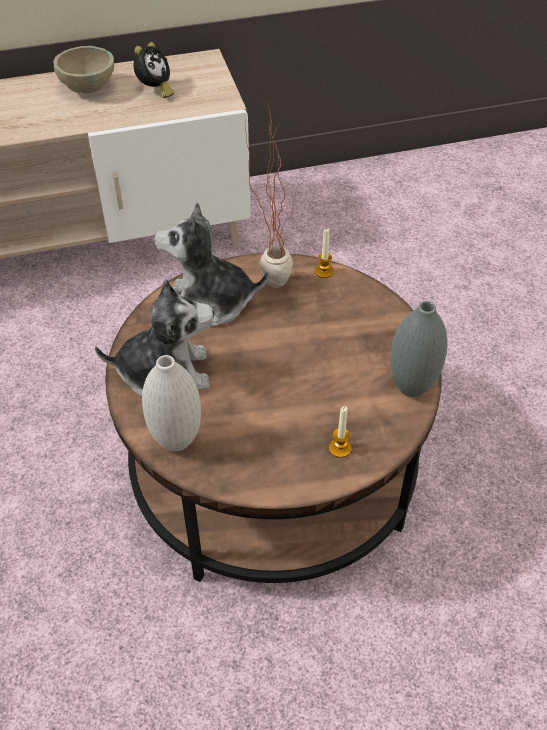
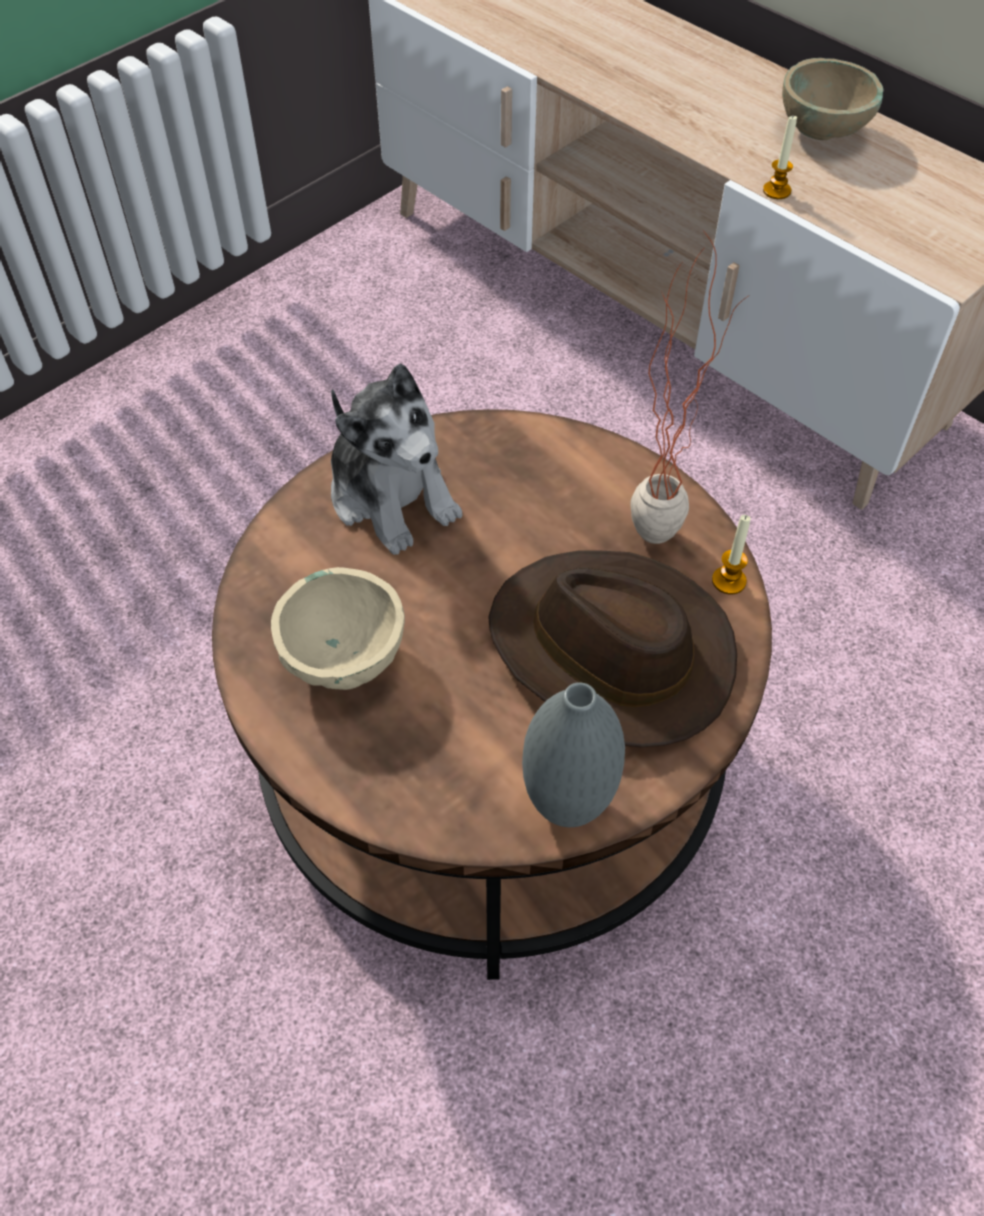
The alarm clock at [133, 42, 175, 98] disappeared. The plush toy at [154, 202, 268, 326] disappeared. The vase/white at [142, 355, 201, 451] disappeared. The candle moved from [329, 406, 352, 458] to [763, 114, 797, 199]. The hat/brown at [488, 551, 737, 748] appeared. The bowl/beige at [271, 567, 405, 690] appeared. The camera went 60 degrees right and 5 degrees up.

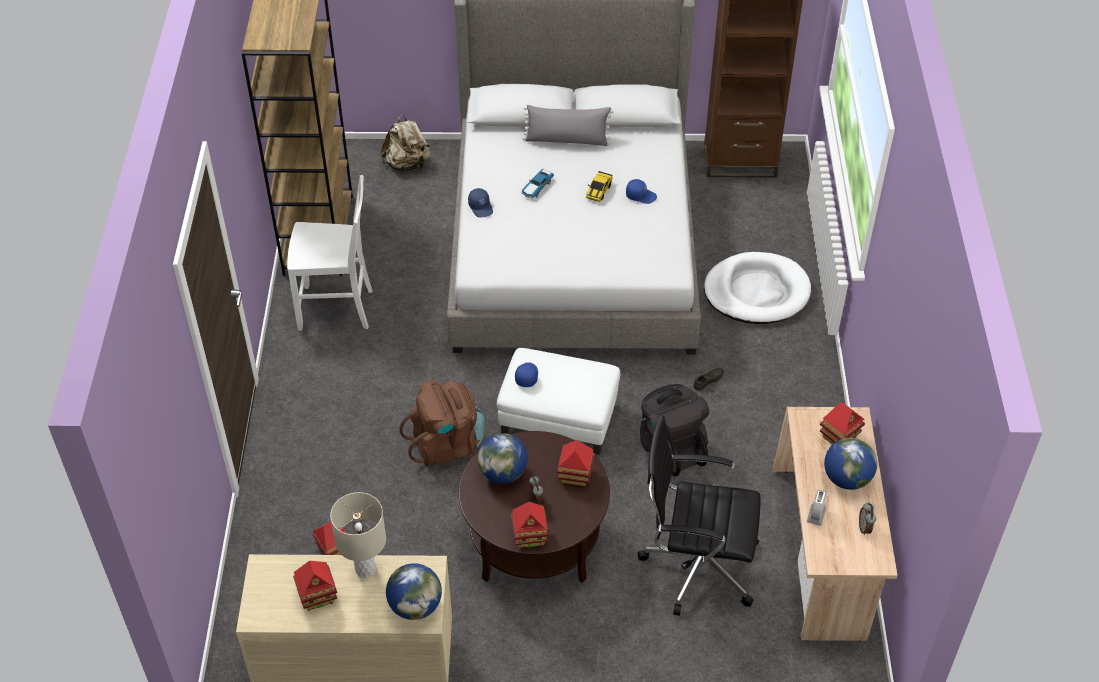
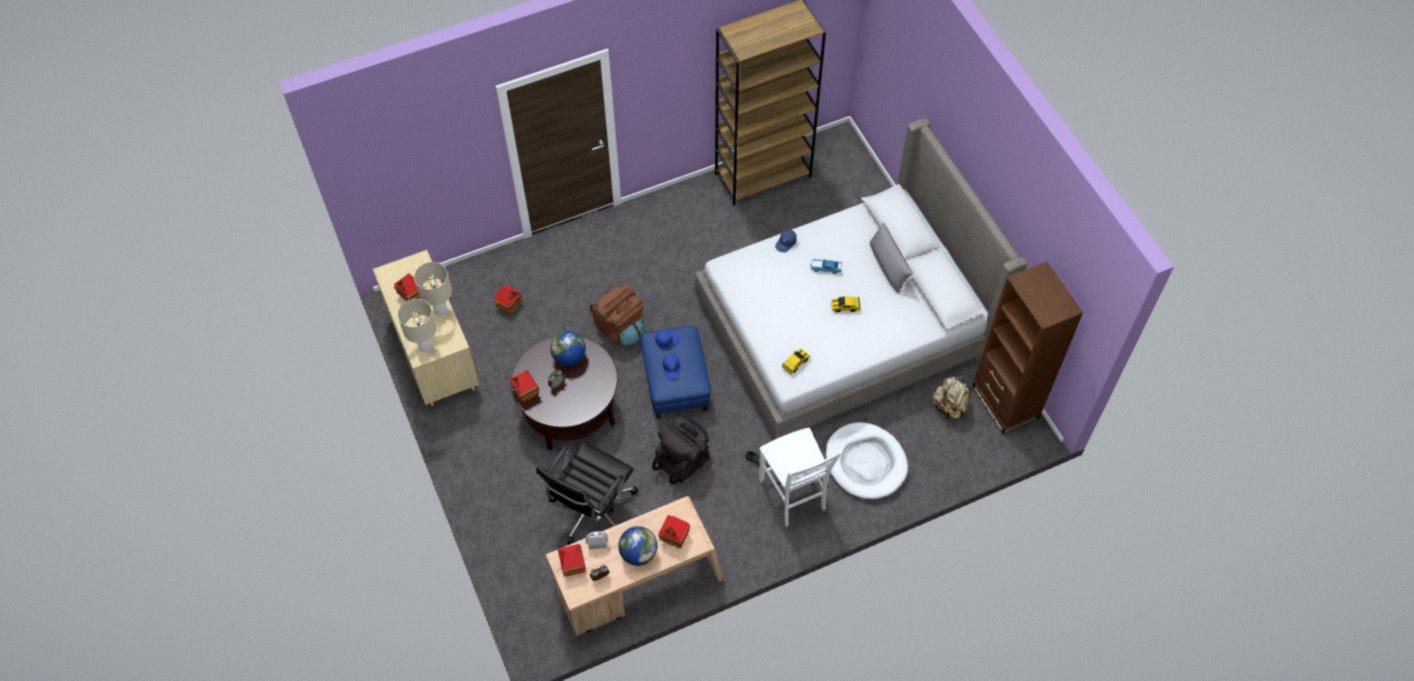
The backpack/beige moved from [381, 115, 431, 171] to [932, 377, 970, 419]. The chair/white moved from [287, 175, 373, 331] to [759, 428, 842, 526]. The cap/blue moved from [626, 179, 657, 204] to [663, 354, 680, 379]. The ottoman/white at [497, 348, 620, 455] became the ottoman/blue at [641, 326, 711, 419]. The office chair/black at [637, 415, 761, 615] turned 135 degrees counterclockwise. The toy house moved from [557, 440, 595, 486] to [558, 544, 586, 577]. The globe at [386, 563, 442, 620] was replaced by the table lamp/beige at [397, 299, 436, 353]. The toy car at [782, 349, 810, 375] appeared. The camera went 65 degrees right and 10 degrees up.

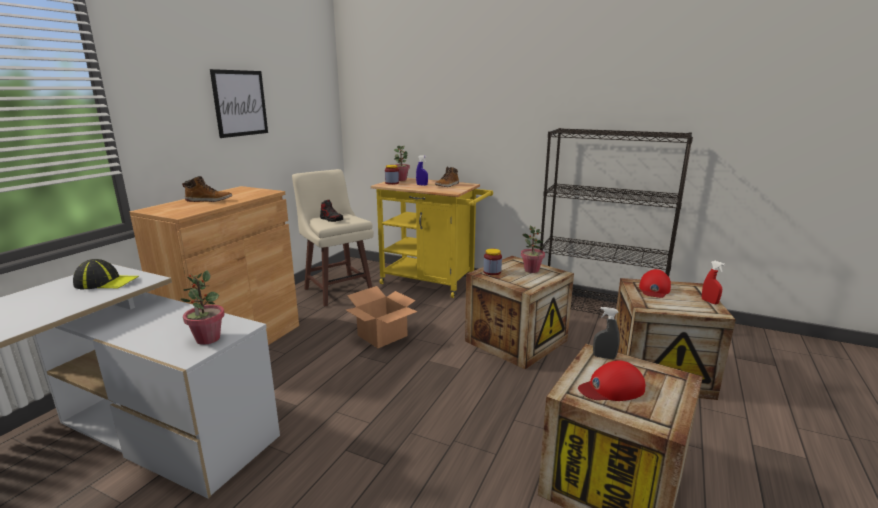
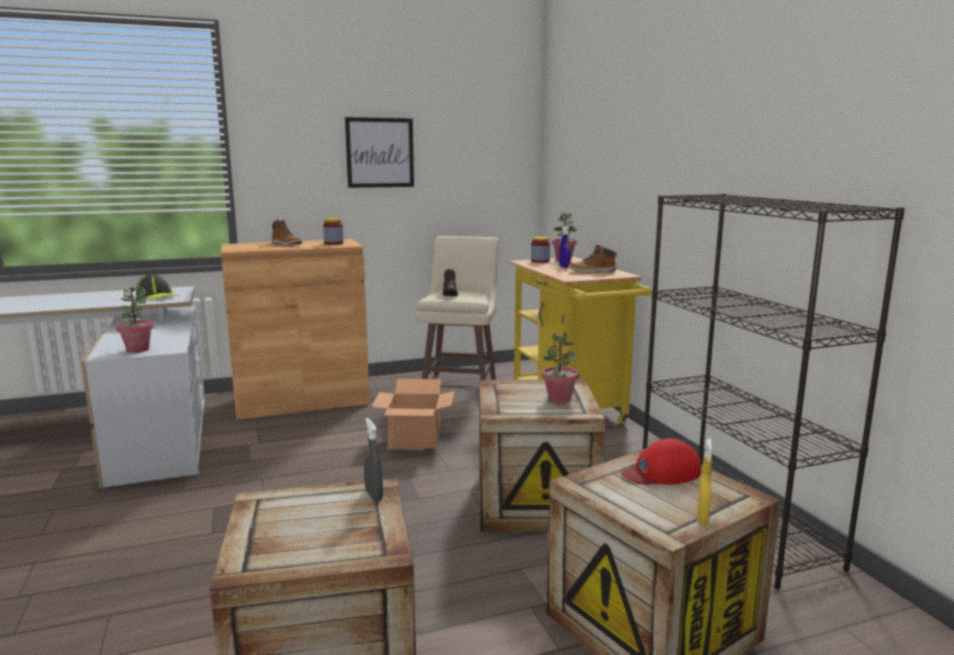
The jar moved from [484, 249, 502, 275] to [323, 218, 344, 245]. The spray bottle/red at [702, 261, 725, 304] became the spray bottle/yellow at [697, 438, 712, 525]. The cap/red at [578, 360, 645, 401] disappeared. The camera went 45 degrees right and 5 degrees down.

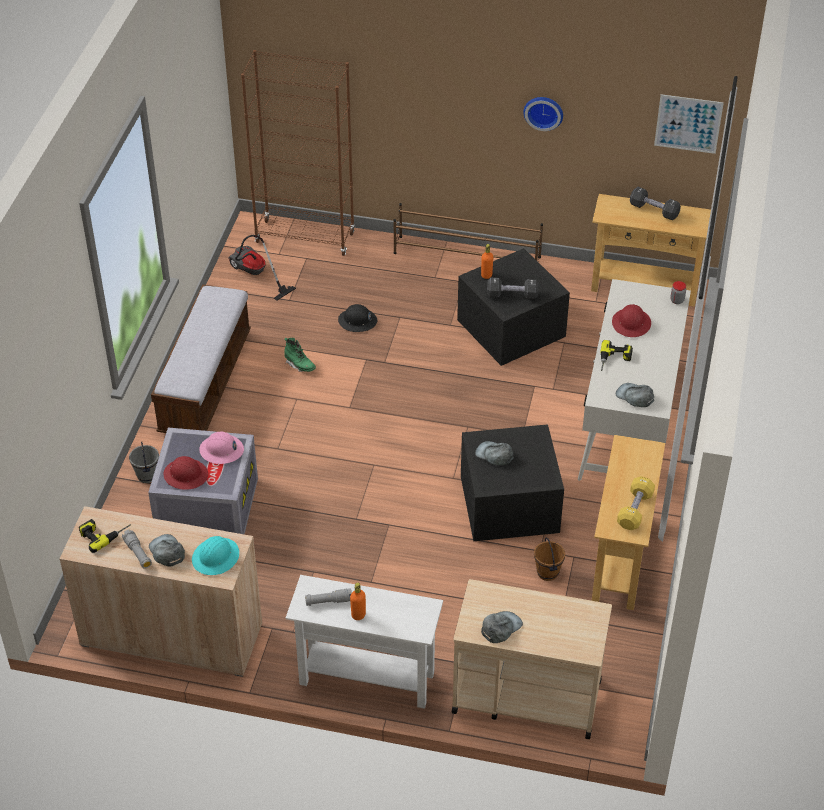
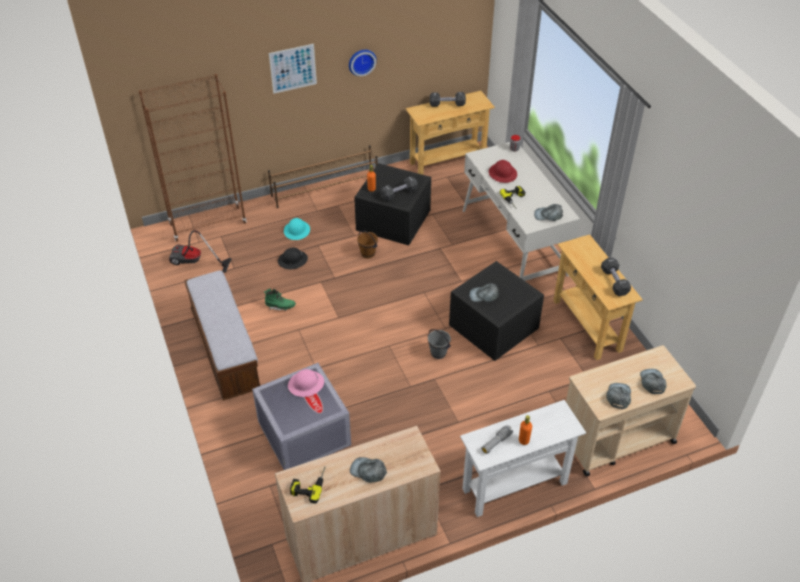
The picture moved from [654, 94, 724, 154] to [269, 44, 317, 94]. The bucket/grey moved from [129, 441, 159, 483] to [428, 329, 451, 359]. The hard hat/red at [164, 456, 208, 490] disappeared. The dumbbell/yellow at [617, 476, 655, 530] became the dumbbell/black at [601, 257, 631, 296]. The flashlight/grey at [122, 529, 152, 568] disappeared. The hard hat/turquoise moved from [192, 536, 239, 575] to [284, 218, 310, 240]. The bucket/brown moved from [534, 537, 565, 581] to [357, 230, 378, 259]. The cap/grey at [640, 369, 667, 394] appeared. The camera went 35 degrees left and 0 degrees up.

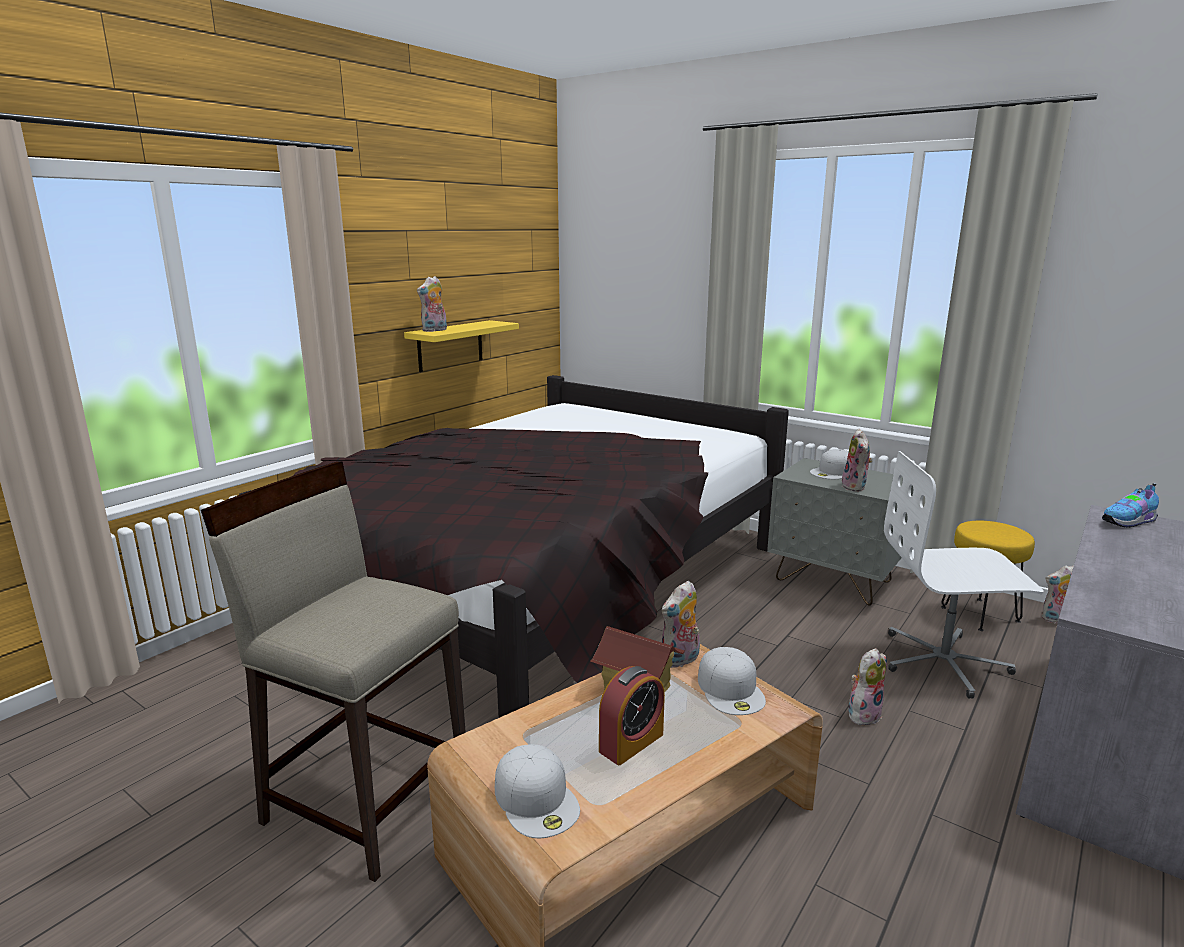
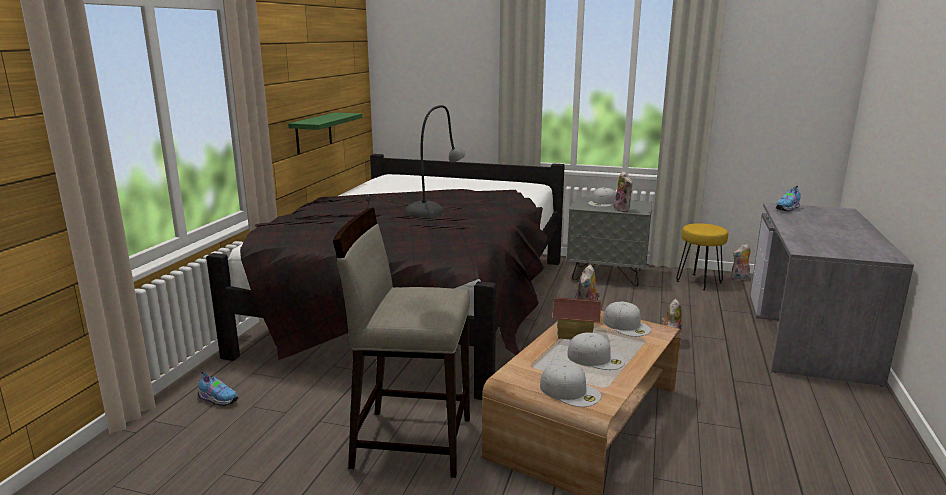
The plush toy at [417, 276, 447, 332] disappeared. The shelf/yellow at [404, 320, 519, 372] became the shelf/green at [288, 112, 362, 155]. The office chair/white at [884, 451, 1044, 699] disappeared. The alarm clock at [599, 666, 665, 765] was replaced by the cap/white at [567, 333, 625, 370]. The table lamp/grey at [366, 105, 466, 218] appeared. The shoe at [198, 371, 238, 406] appeared. The camera went 20 degrees left and 0 degrees up.

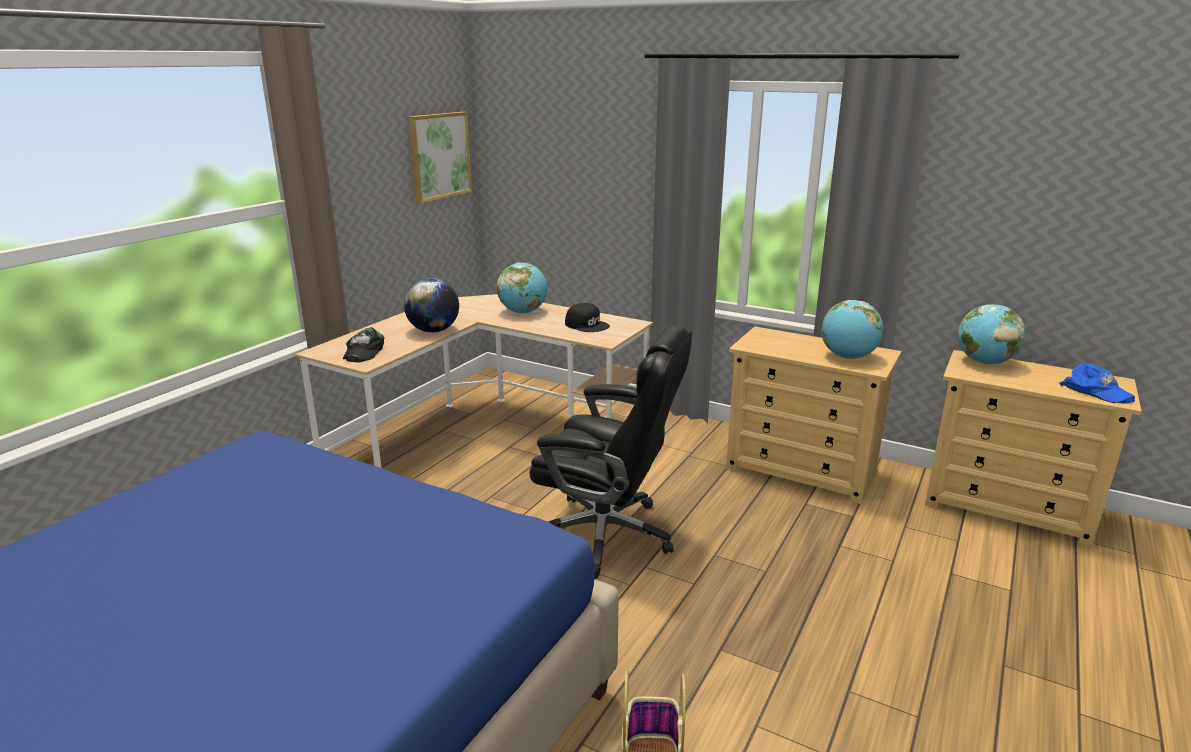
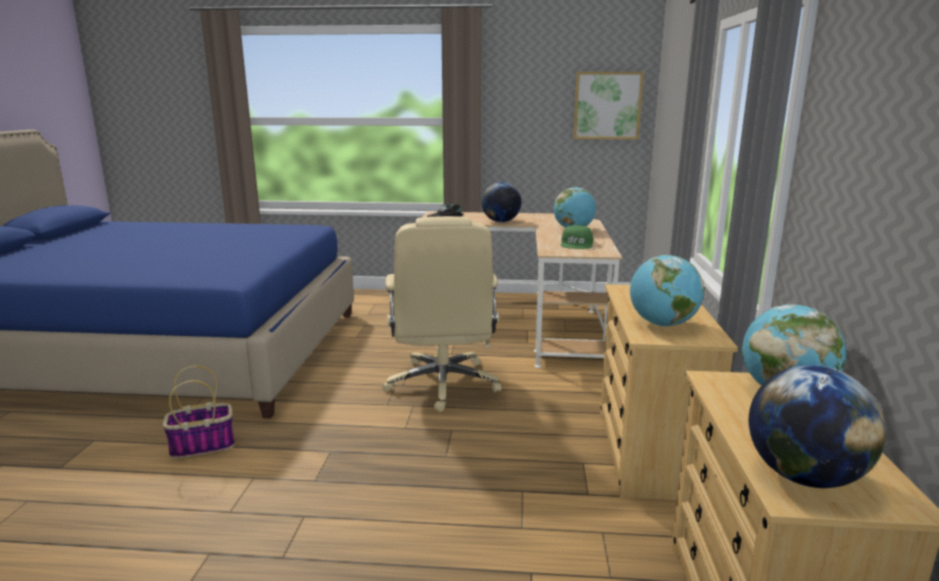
The cap/black at [565, 303, 610, 332] became the cap/green at [561, 225, 593, 249]. The office chair/black at [529, 325, 692, 579] became the office chair/beige at [382, 216, 502, 412]. The cap/blue at [1060, 363, 1135, 404] was replaced by the globe at [749, 365, 886, 488]. The camera went 65 degrees right and 5 degrees down.

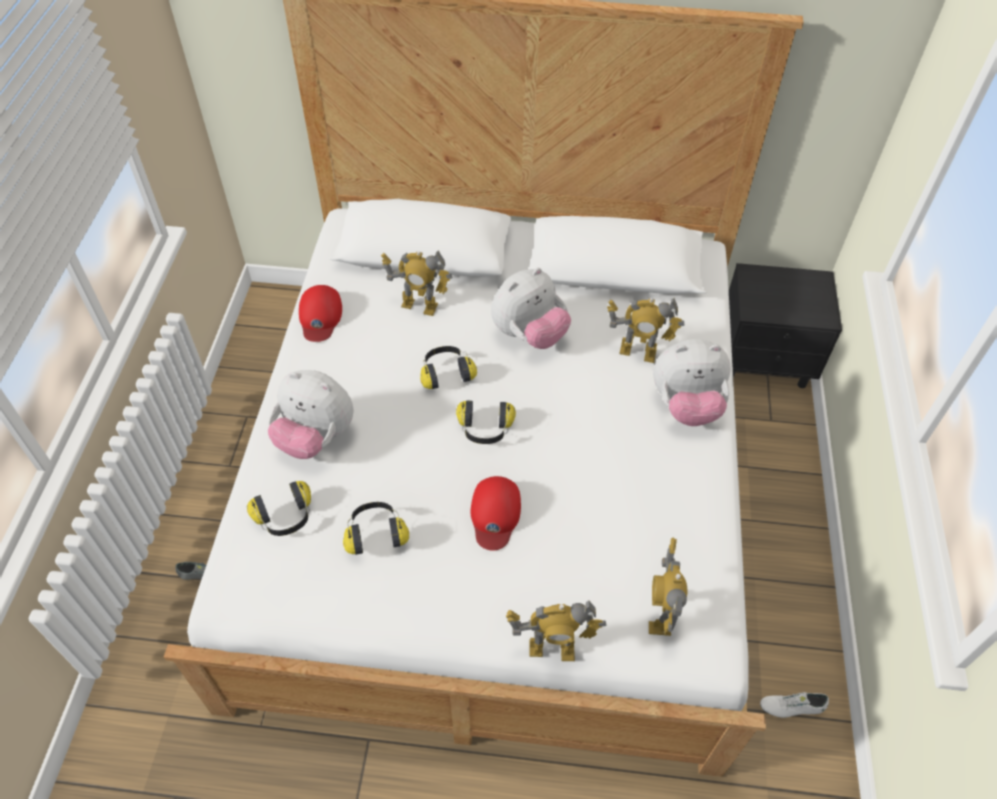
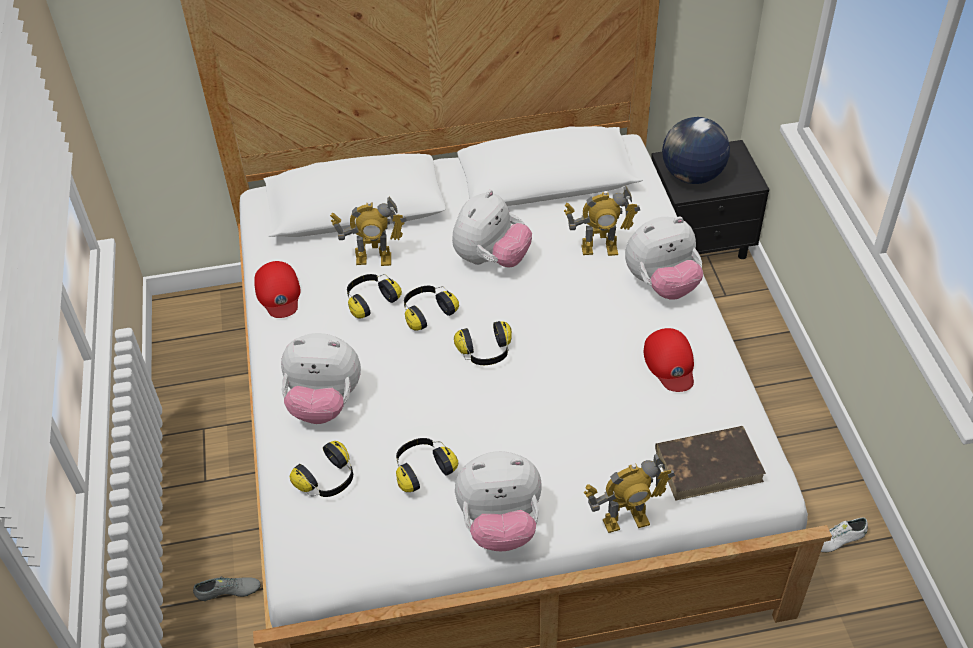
The cap/red moved from [471, 476, 521, 550] to [644, 328, 694, 392]. The toy robot at [649, 537, 687, 636] was replaced by the book/brown at [655, 426, 766, 501]. The globe at [662, 117, 730, 184] appeared. The headphones at [347, 274, 402, 319] appeared. The plush toy at [455, 451, 542, 551] appeared. The camera went 15 degrees left and 5 degrees down.

